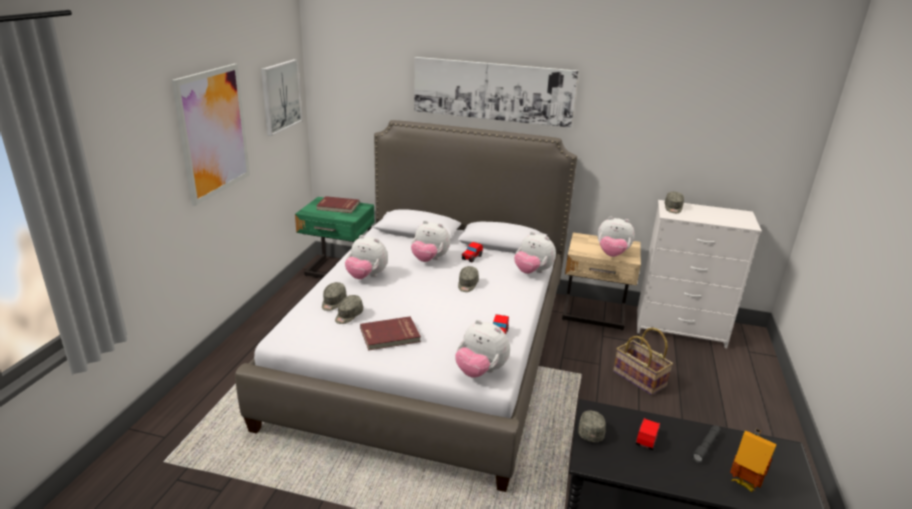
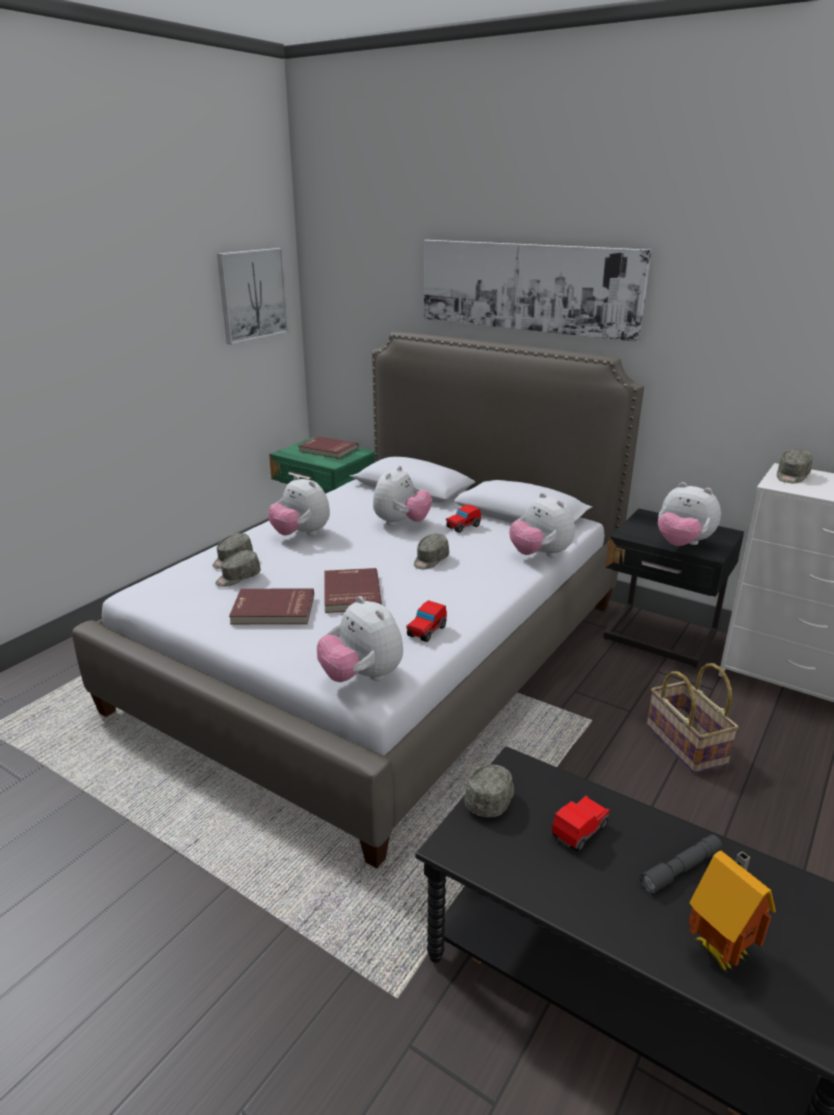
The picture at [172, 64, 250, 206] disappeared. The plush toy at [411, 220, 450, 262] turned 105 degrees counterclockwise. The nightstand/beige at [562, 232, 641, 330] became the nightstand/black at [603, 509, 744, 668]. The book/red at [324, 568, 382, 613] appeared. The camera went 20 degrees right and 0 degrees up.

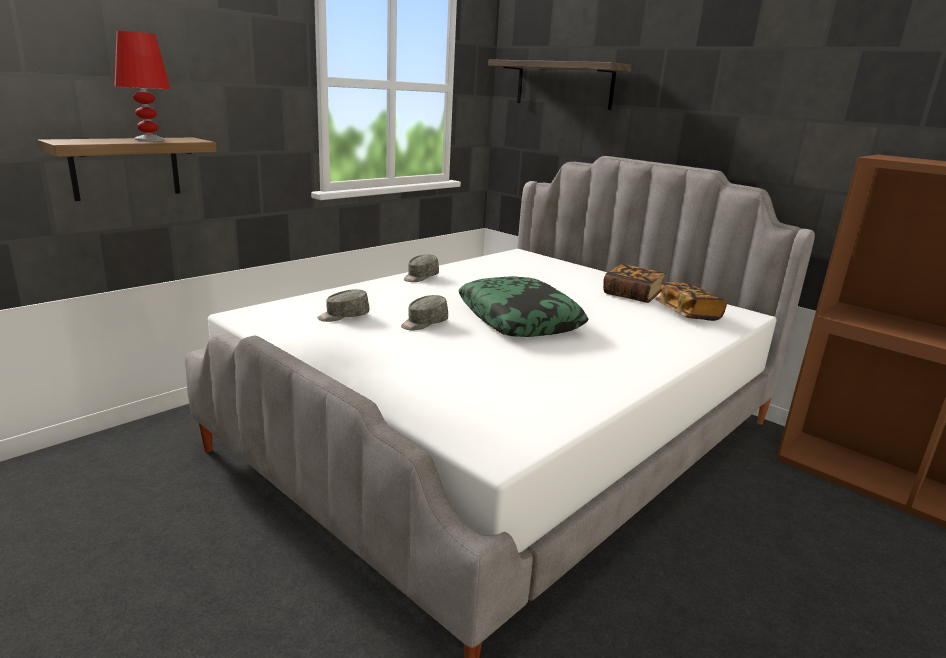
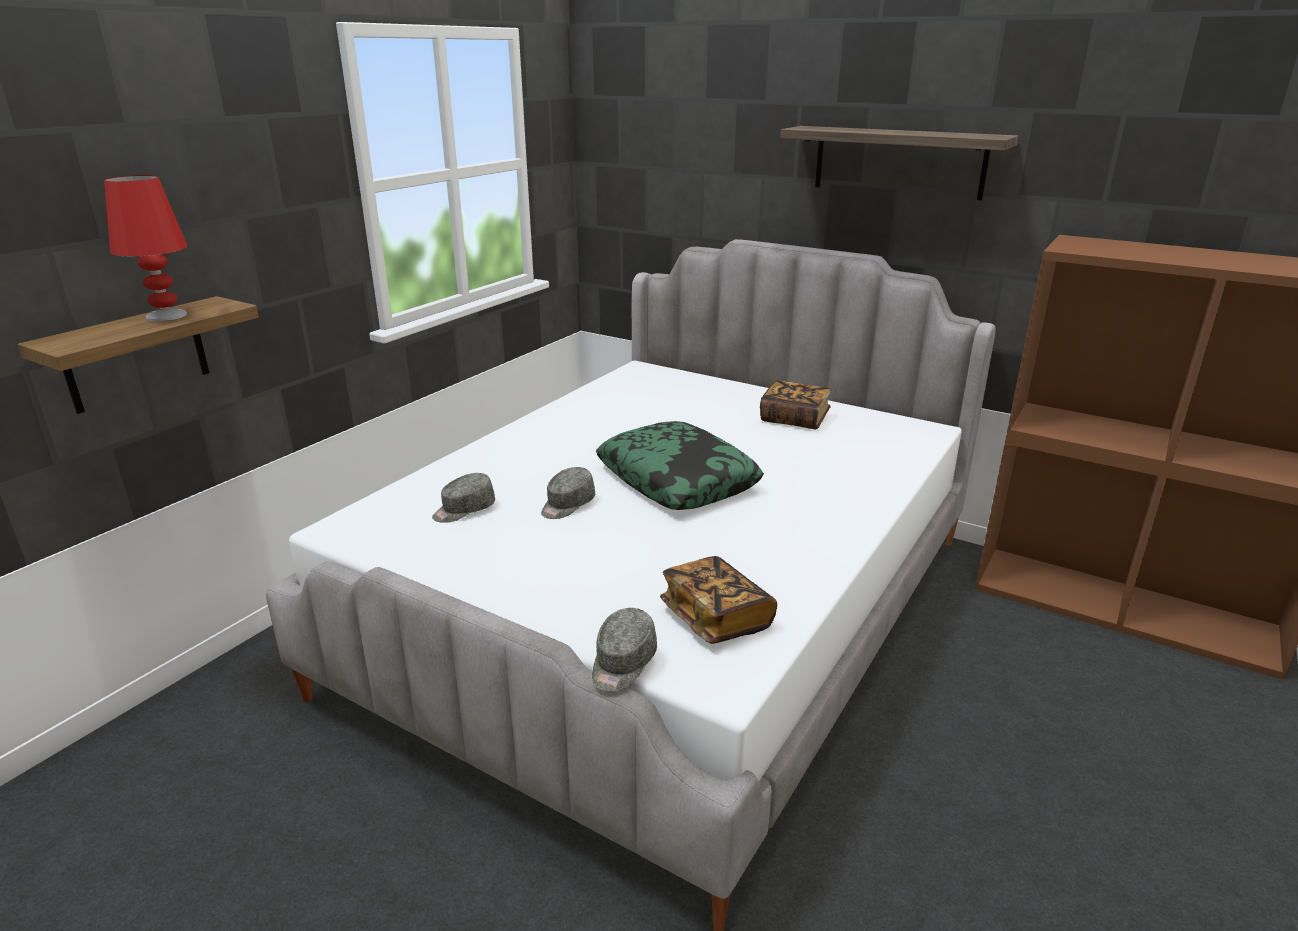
The shelf moved from [488, 59, 631, 110] to [780, 126, 1018, 201]. The cap/grey moved from [404, 254, 439, 282] to [592, 608, 657, 692]. The book moved from [655, 282, 727, 321] to [660, 556, 777, 644]. The camera went 10 degrees left and 5 degrees up.

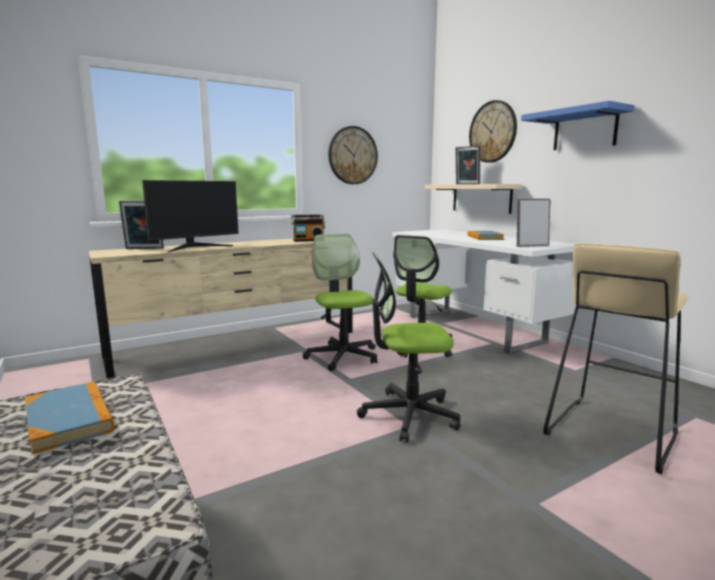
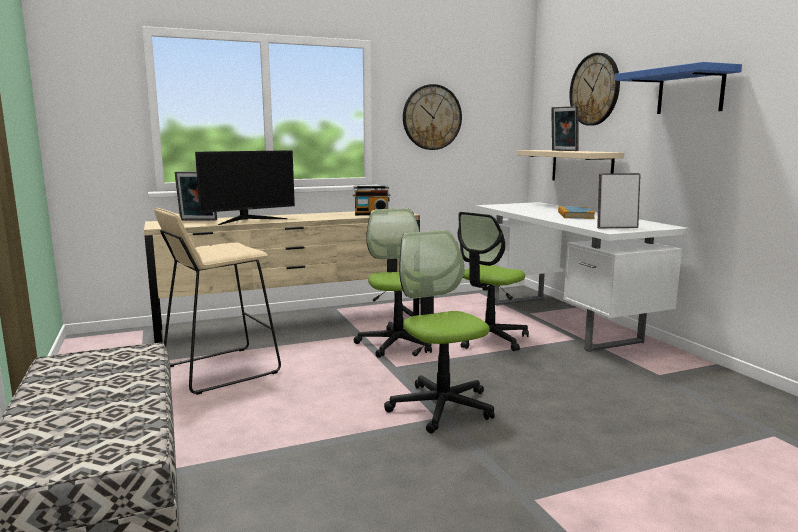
The stool/beige moved from [543, 243, 689, 474] to [154, 208, 281, 395]. The office chair at [357, 252, 460, 442] turned 60 degrees clockwise. The book at [25, 382, 114, 454] disappeared. The camera went 10 degrees right and 0 degrees up.

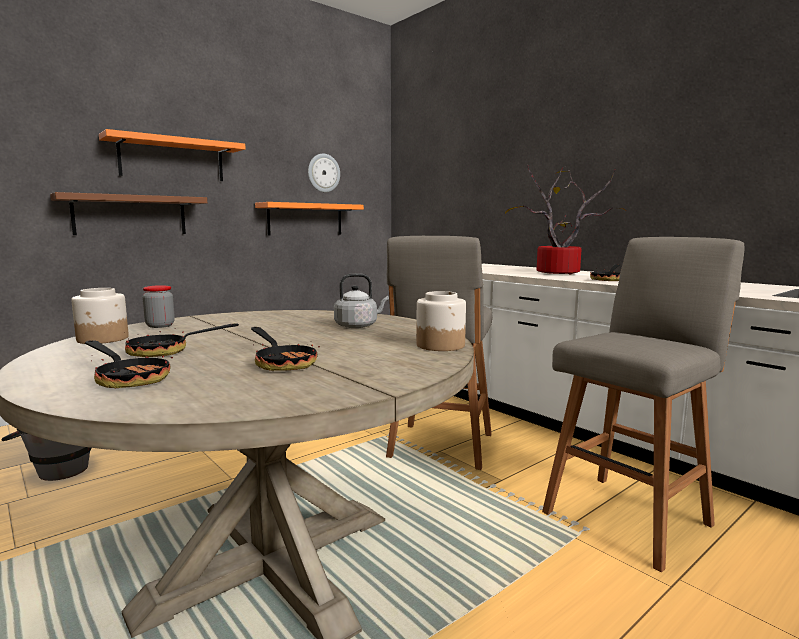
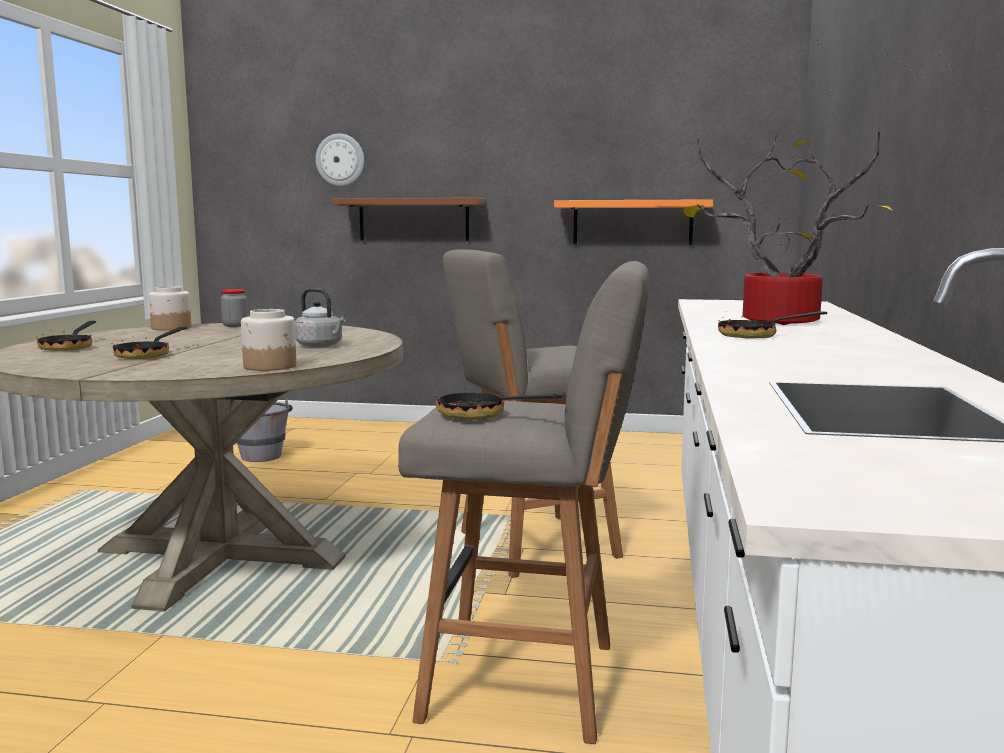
The shelf/orange at [99, 129, 246, 181] disappeared. The wall clock moved from [308, 154, 340, 192] to [315, 133, 364, 186]. The frying pan moved from [125, 322, 239, 357] to [435, 388, 562, 420]. The camera went 50 degrees right and 0 degrees up.

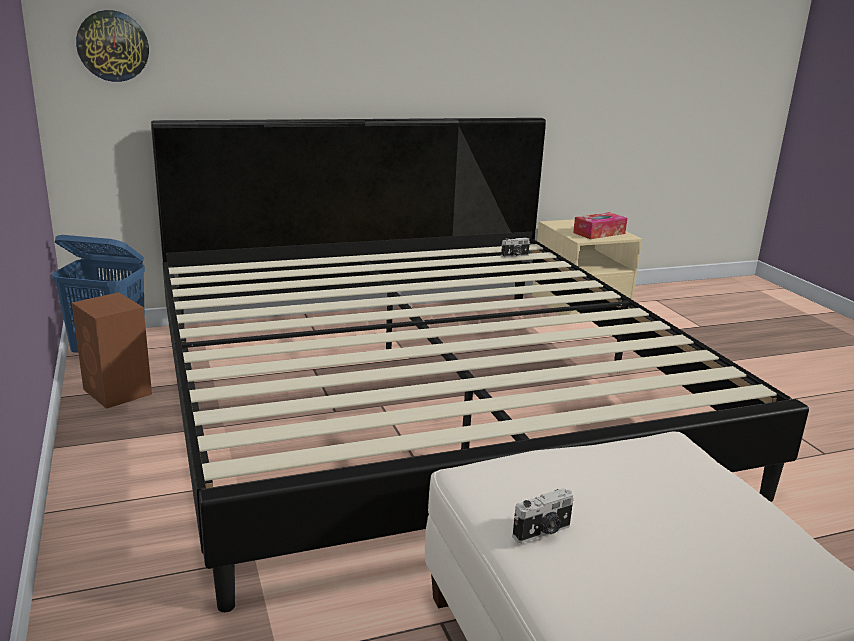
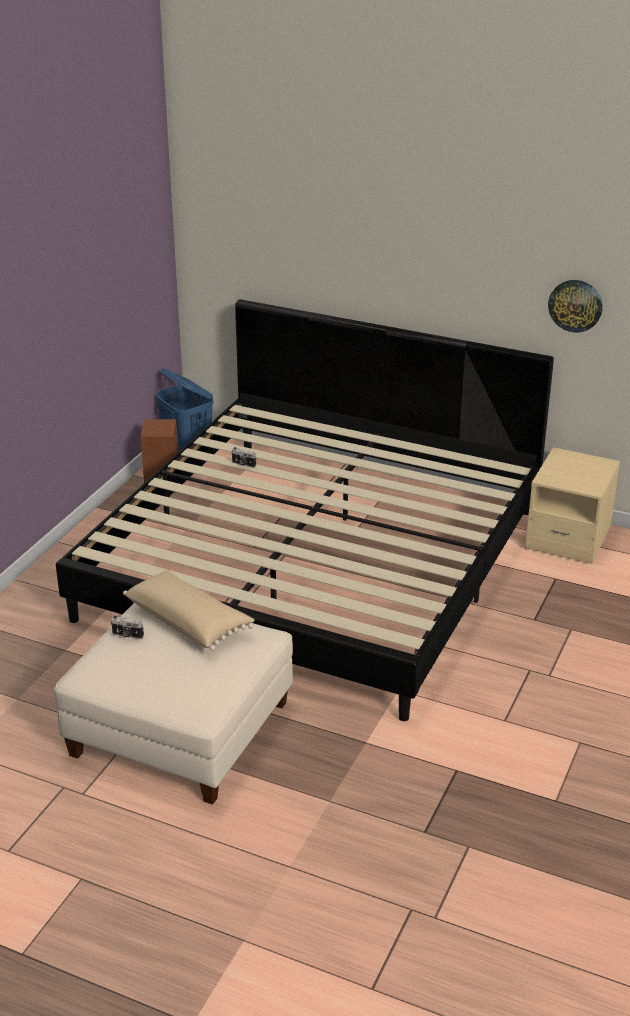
The wall clock moved from [76, 10, 149, 82] to [548, 280, 602, 333]. The tissue box at [573, 212, 627, 239] disappeared. The photo camera moved from [501, 238, 530, 257] to [231, 447, 256, 468]. The pillow/beige at [123, 571, 255, 651] appeared. The camera went 45 degrees right and 10 degrees up.

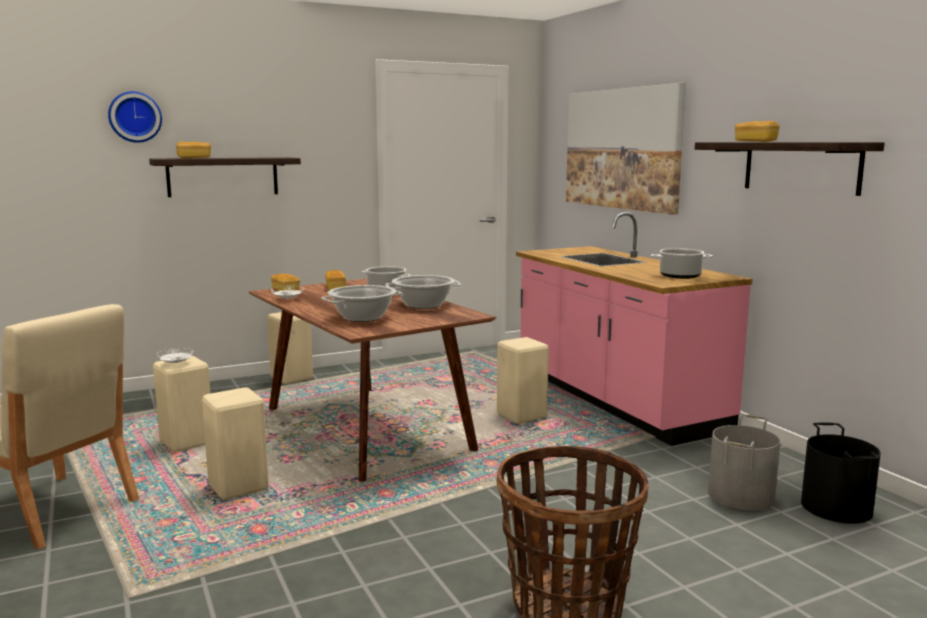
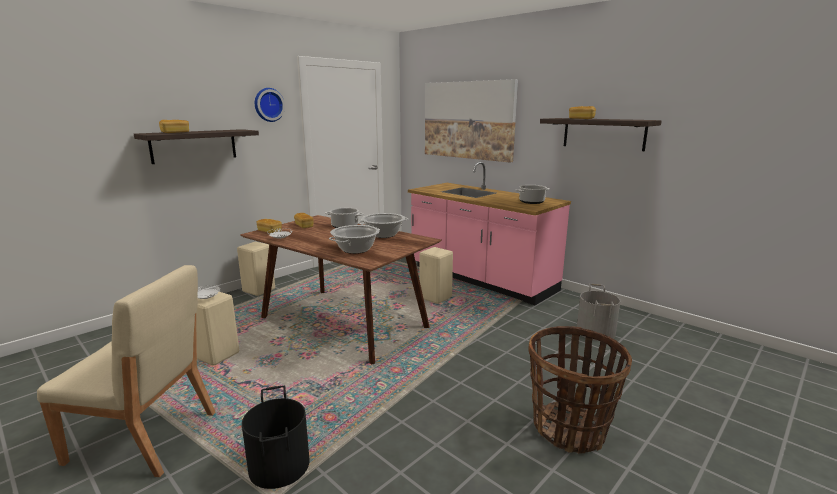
The wall clock moved from [108, 91, 162, 143] to [255, 88, 285, 122]. The stool/beige at [202, 387, 269, 500] disappeared. The bucket/black moved from [801, 422, 881, 523] to [242, 386, 309, 489]. The camera went 20 degrees left and 5 degrees up.

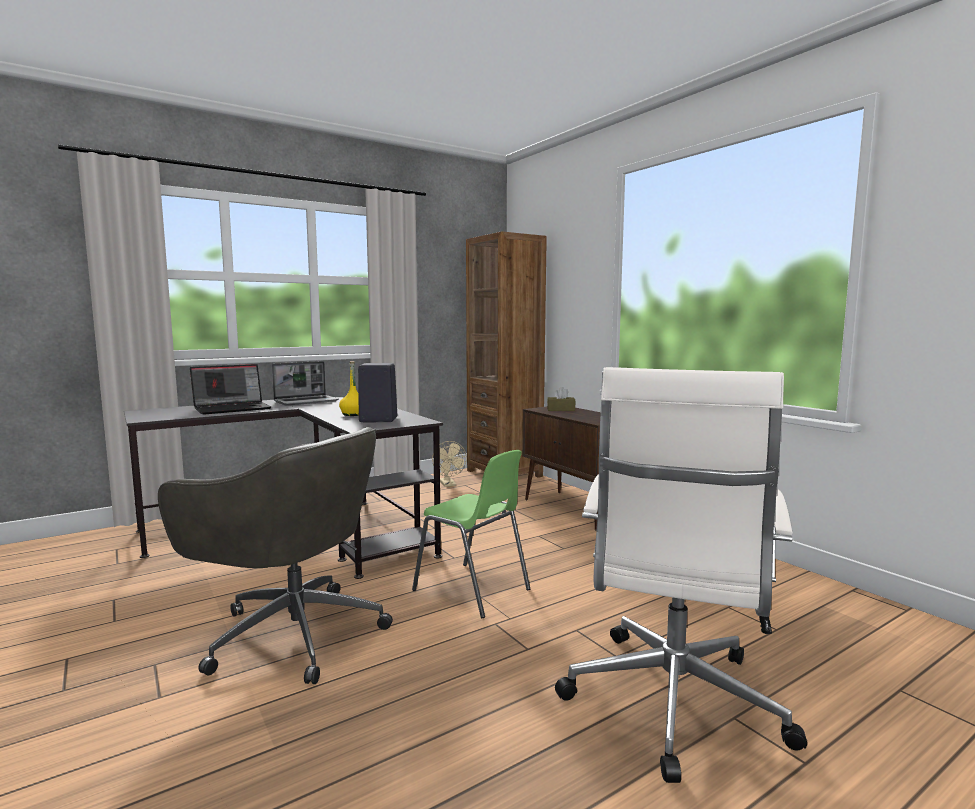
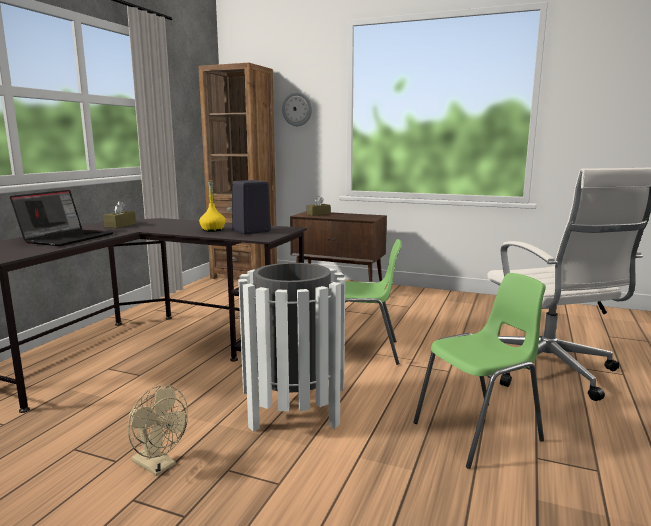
The laptop at [272, 361, 339, 406] was replaced by the tissue box/brown at [103, 201, 136, 228]. The office chair/grey at [158, 427, 393, 684] was replaced by the trash can/white at [238, 263, 345, 432]. The fan/beige moved from [432, 441, 467, 487] to [128, 385, 188, 476]. The wall clock at [282, 92, 312, 126] appeared. The chair/green at [413, 273, 546, 469] appeared. The camera went 35 degrees left and 5 degrees up.

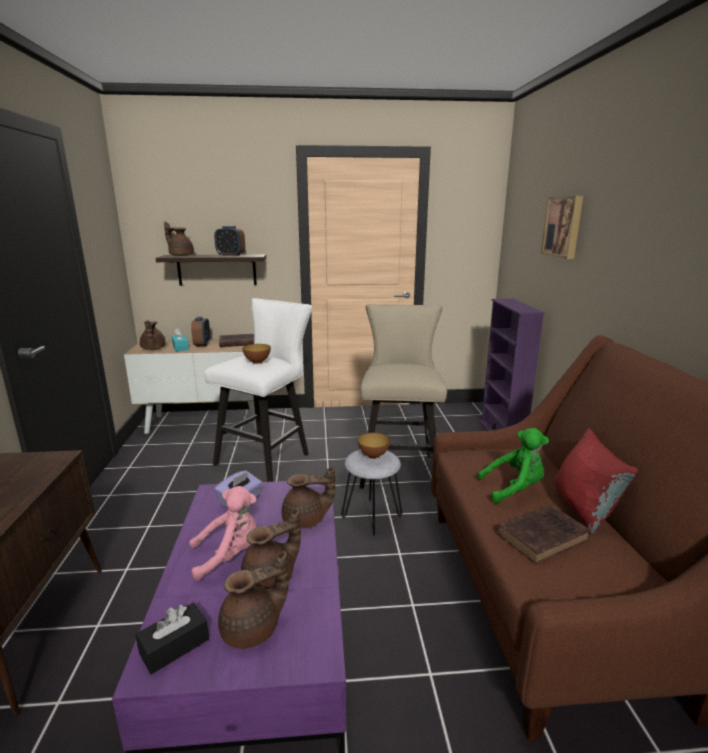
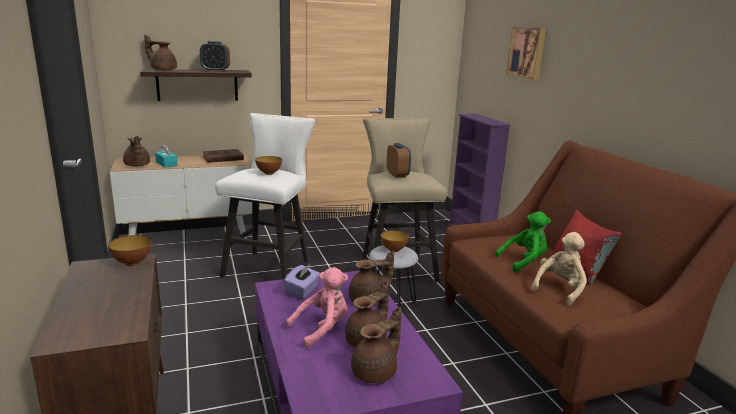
The alarm clock moved from [191, 317, 210, 347] to [387, 143, 411, 178]. The book/brown at [496, 504, 591, 564] was replaced by the plush toy/beige at [531, 232, 587, 306]. The tissue box/black at [135, 603, 209, 674] disappeared. The bowl at [108, 235, 151, 266] appeared. The camera went 15 degrees left and 0 degrees up.

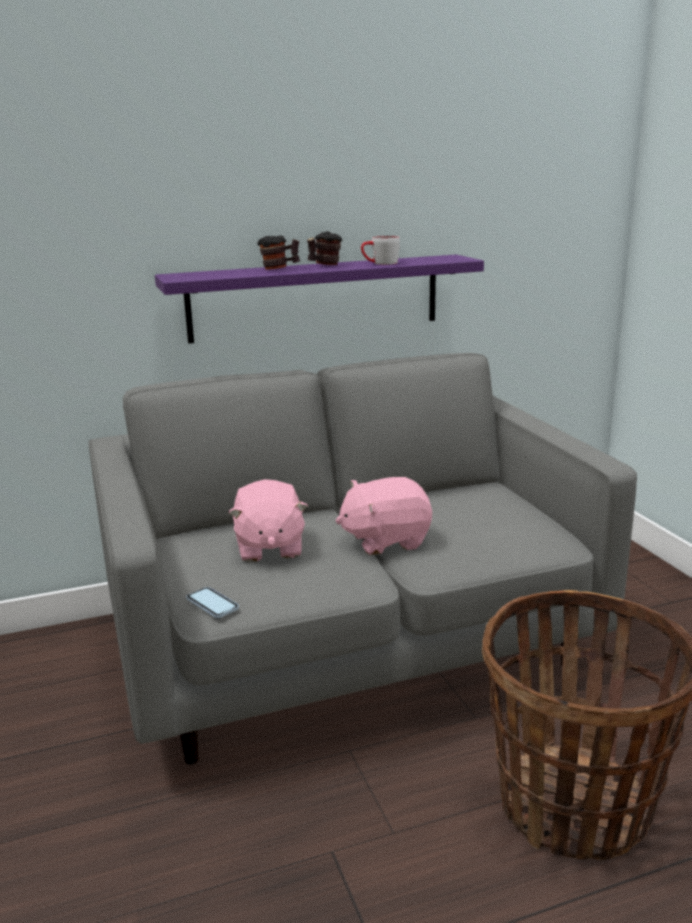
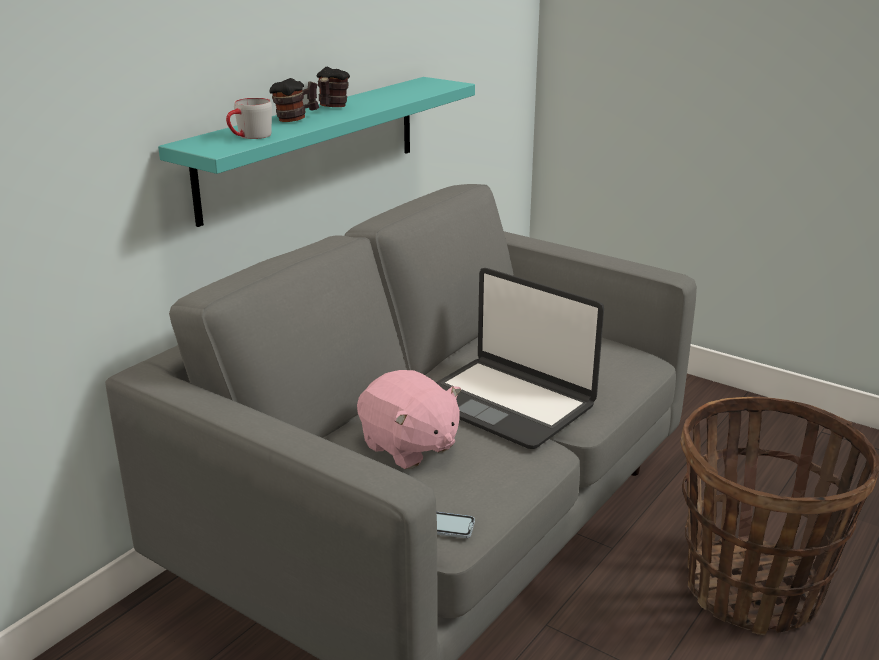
The mug/grey moved from [361, 236, 400, 265] to [226, 98, 272, 139]. The shelf/purple at [155, 255, 484, 344] became the shelf/turquoise at [158, 77, 475, 227]. The plush toy/pink at [336, 477, 432, 555] was replaced by the laptop at [436, 268, 604, 449]. The camera went 35 degrees left and 5 degrees up.

